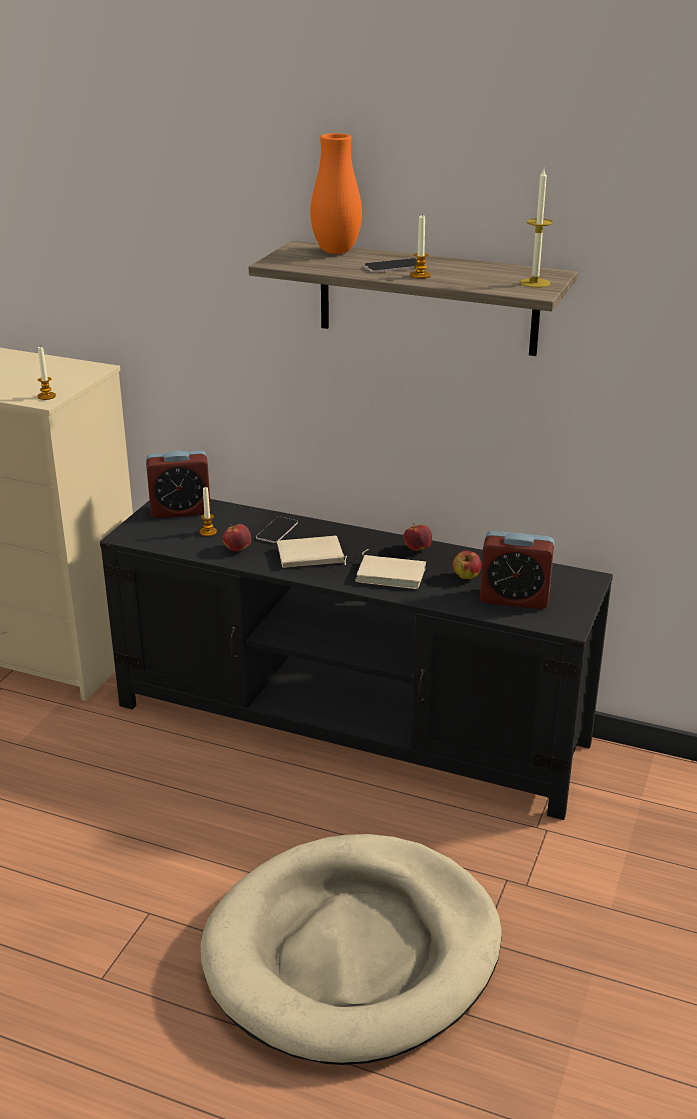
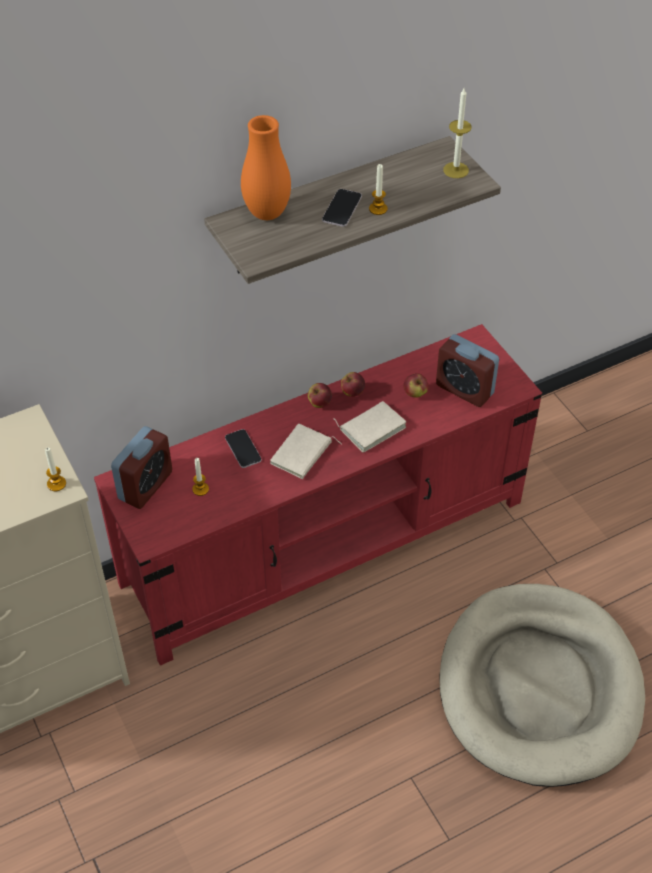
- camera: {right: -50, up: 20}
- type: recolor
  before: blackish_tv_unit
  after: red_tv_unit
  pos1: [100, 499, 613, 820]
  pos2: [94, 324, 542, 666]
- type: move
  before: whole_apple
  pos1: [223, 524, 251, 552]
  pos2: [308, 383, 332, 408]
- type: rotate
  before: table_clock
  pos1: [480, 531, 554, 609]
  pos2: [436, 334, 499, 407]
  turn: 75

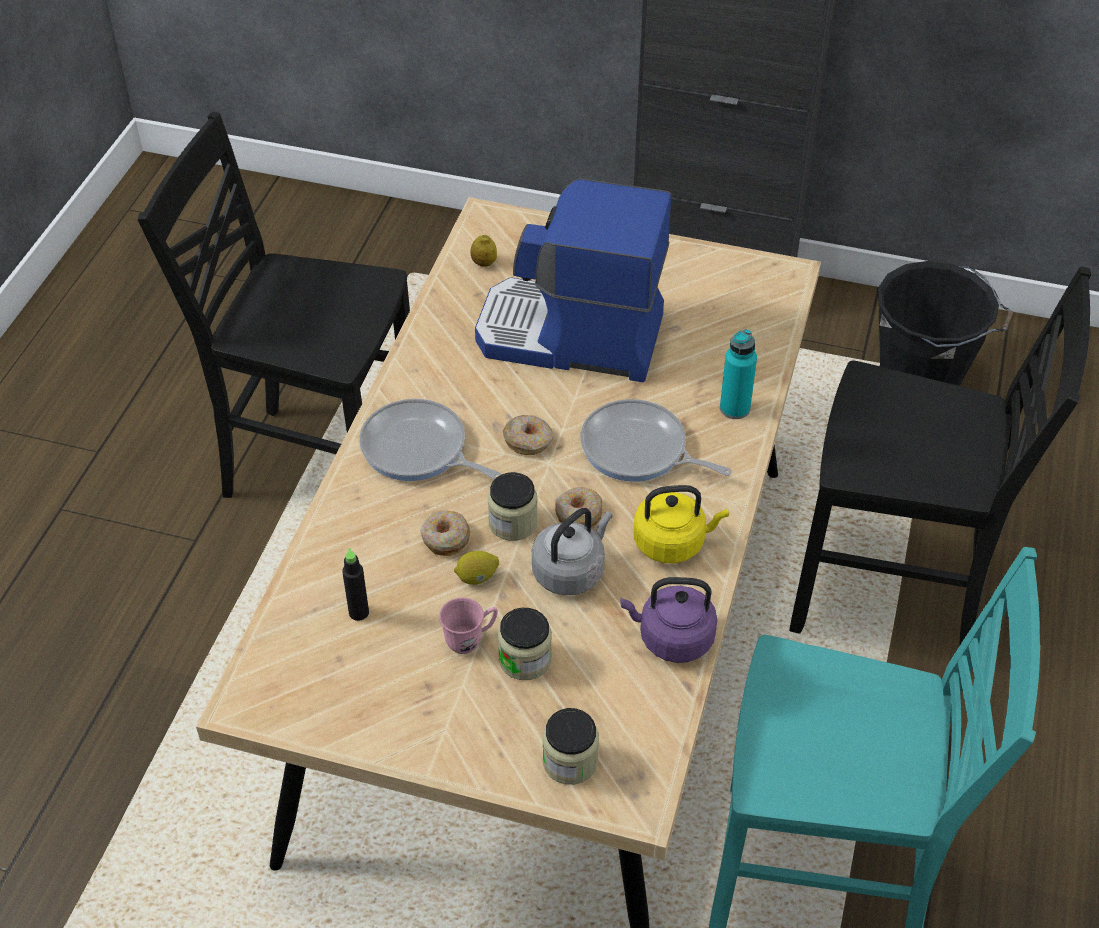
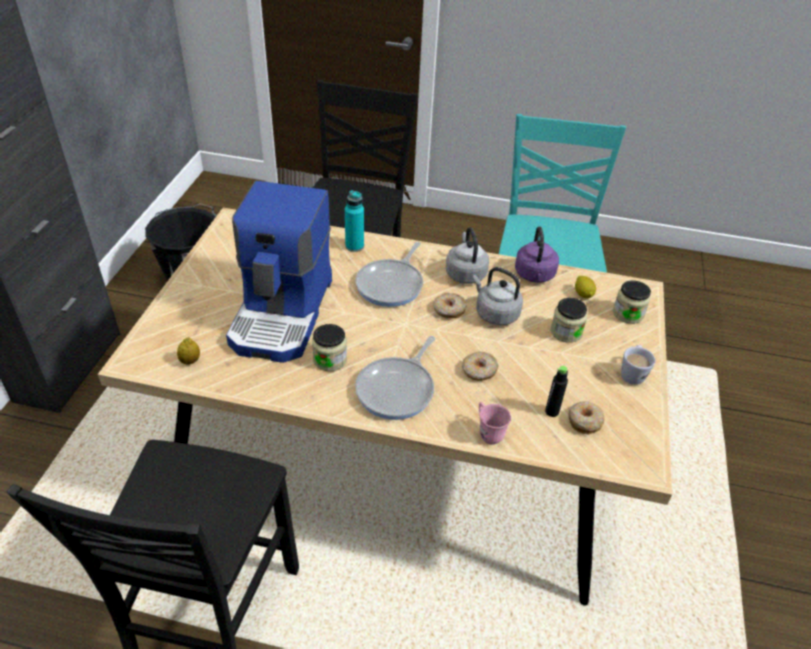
- camera: {right: -95, up: -5}
- type: move
  before: preserve_jar
  pos1: [488, 472, 538, 541]
  pos2: [312, 324, 347, 371]
- type: recolor
  before: yellow-coloured_water_kettle
  after: greyish_water_kettle
  pos1: [634, 485, 729, 563]
  pos2: [446, 227, 489, 284]
- type: move
  before: pink-coloured_coffee_mug
  pos1: [439, 598, 498, 654]
  pos2: [479, 402, 511, 445]
- type: move
  before: doughnut
  pos1: [503, 415, 553, 455]
  pos2: [569, 401, 604, 435]
- type: move
  before: lemon
  pos1: [454, 551, 499, 585]
  pos2: [575, 276, 596, 298]
- type: insert
  after: white-coloured_coffee_mug
  pos2: [621, 345, 655, 385]

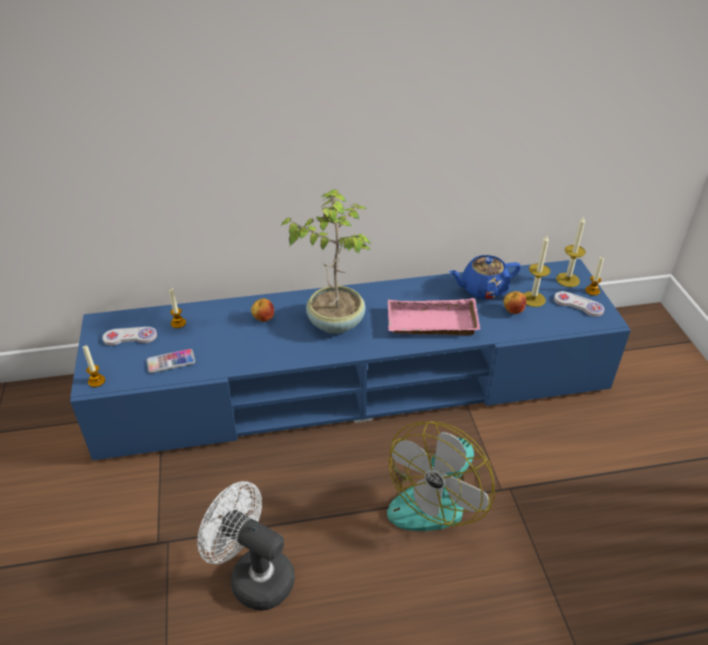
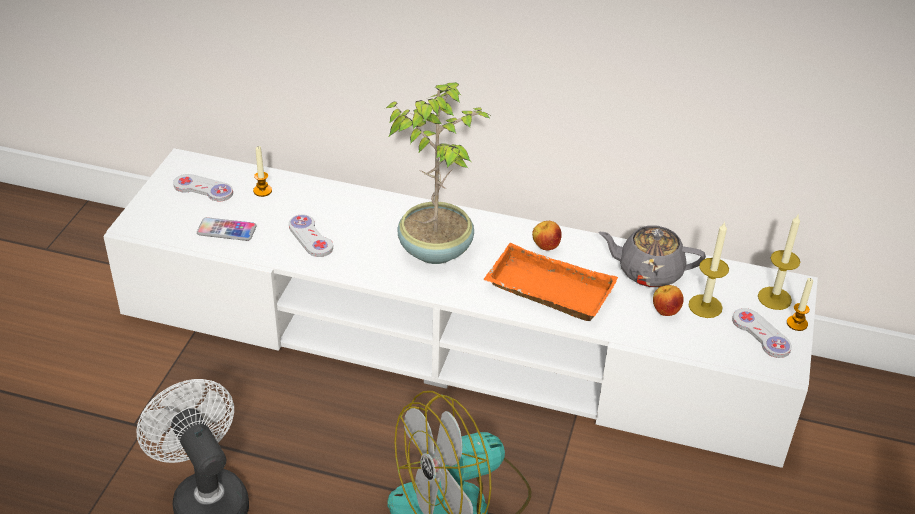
- camera: {right: 25, up: 0}
- type: recolor
  before: blue-coloured_tv_unit
  after: white-coloured_tv_unit
  pos1: [70, 259, 631, 460]
  pos2: [103, 148, 818, 468]
- type: insert
  after: white-coloured_game_controller
  pos2: [289, 215, 333, 257]
- type: recolor
  before: pink-coloured_tray
  after: orange_tray
  pos1: [387, 298, 480, 335]
  pos2: [484, 243, 618, 321]
- type: move
  before: whole_apple
  pos1: [251, 299, 274, 322]
  pos2: [532, 221, 562, 251]
- type: recolor
  before: blue-coloured_tea_pot
  after: greyish_tea_pot
  pos1: [449, 255, 521, 299]
  pos2: [598, 225, 706, 287]
- type: delete
  before: candle
  pos1: [83, 345, 105, 387]

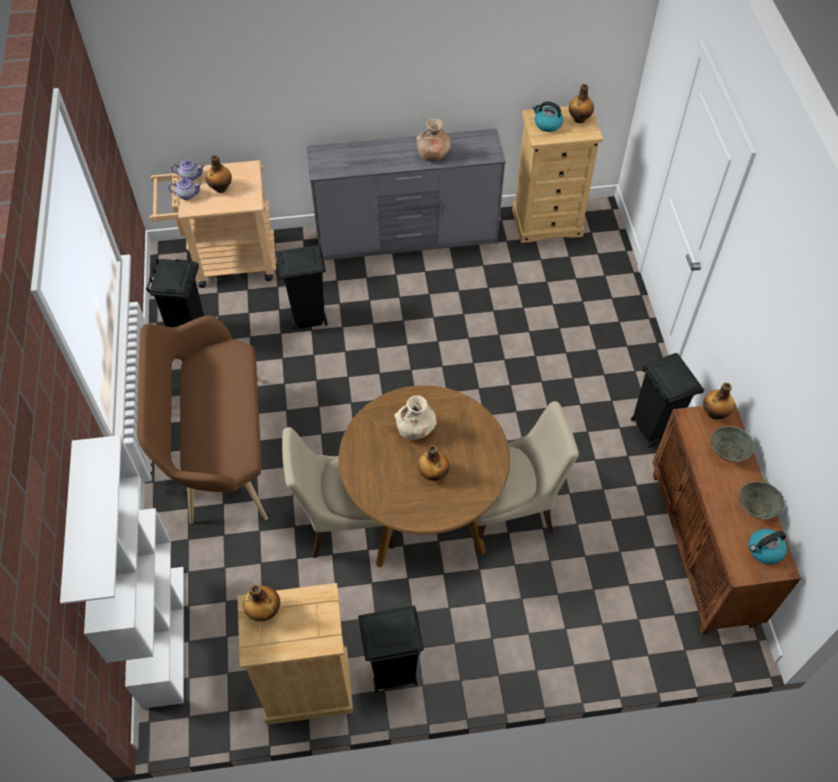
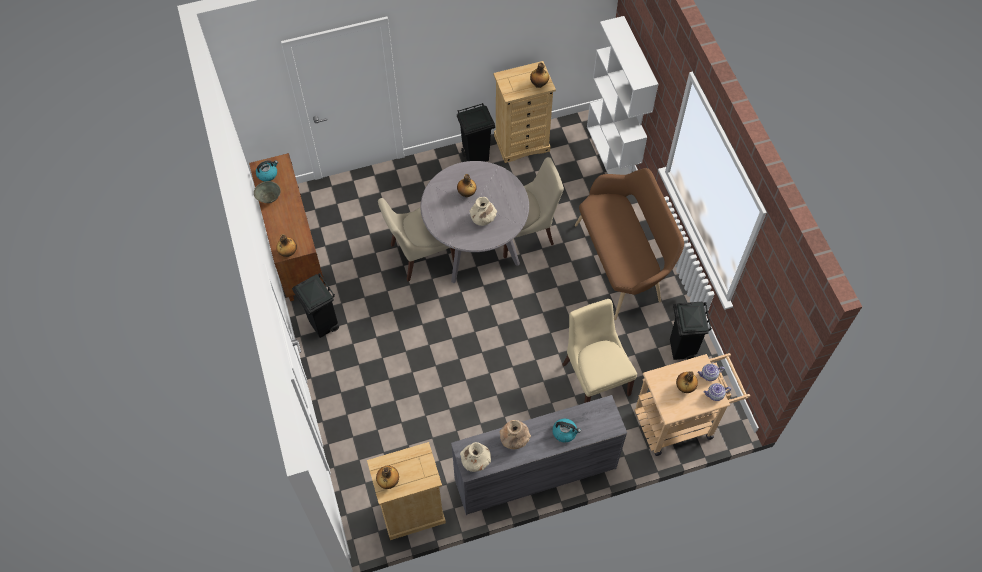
- camera: {right: 170, up: 5}
- type: recolor
  before: brown_dinner_table
  after: greyish_dinner_table
  pos1: [338, 385, 510, 568]
  pos2: [420, 161, 529, 283]
- type: insert
  after: beige_decorative_vase
  pos2: [460, 442, 491, 472]
- type: move
  before: water_kettle
  pos1: [532, 101, 563, 132]
  pos2: [552, 418, 581, 443]
- type: replace
  before: blackish_waste_bin
  after: beige_chair
  pos1: [276, 245, 328, 330]
  pos2: [562, 299, 637, 403]
- type: delete
  before: greyish_bowl
  pos1: [711, 426, 754, 462]

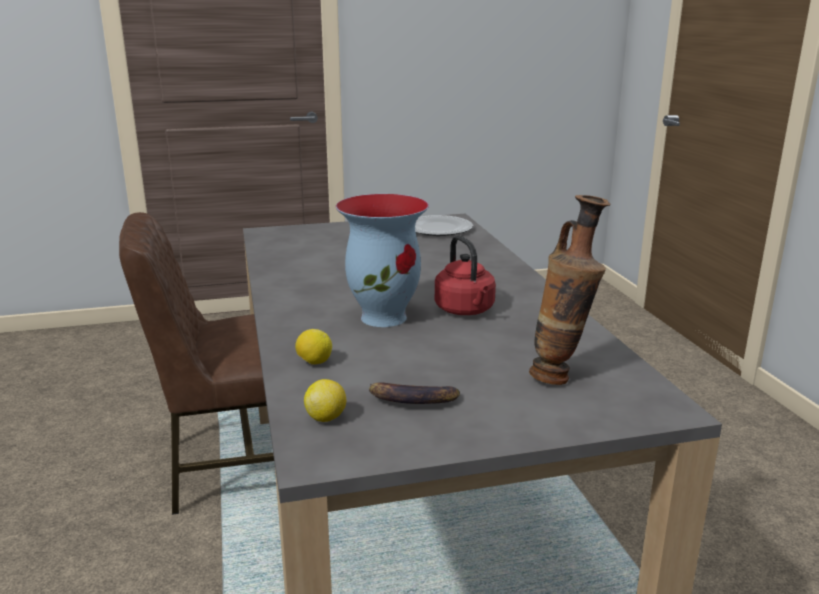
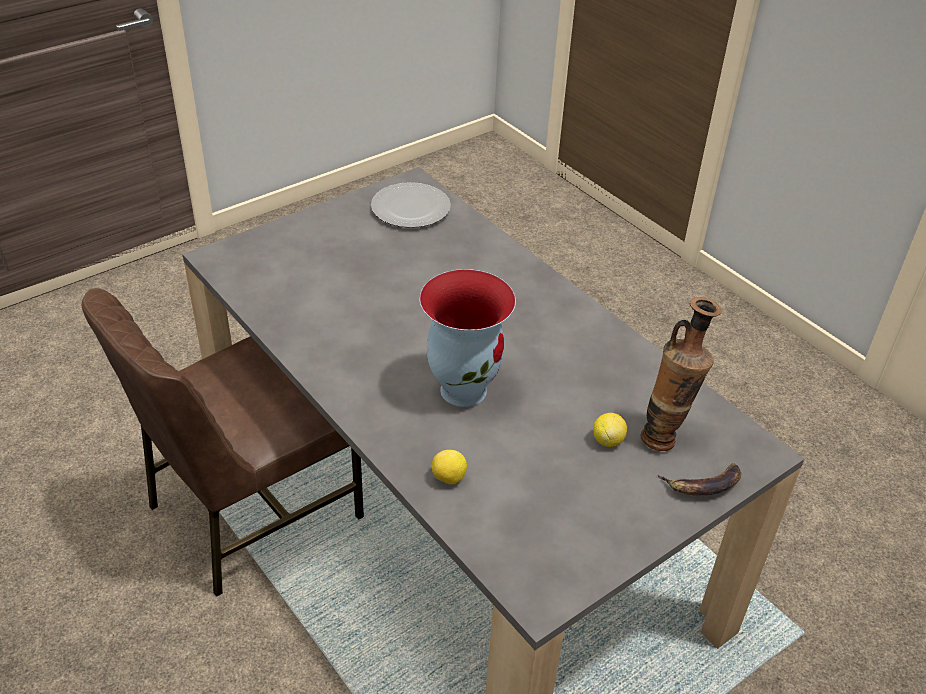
- camera: {right: -25, up: 20}
- type: move
  before: lemon
  pos1: [304, 379, 346, 422]
  pos2: [593, 413, 627, 447]
- type: move
  before: whole_banana
  pos1: [369, 382, 460, 404]
  pos2: [658, 463, 741, 495]
- type: delete
  before: red_water_kettle
  pos1: [435, 235, 496, 315]

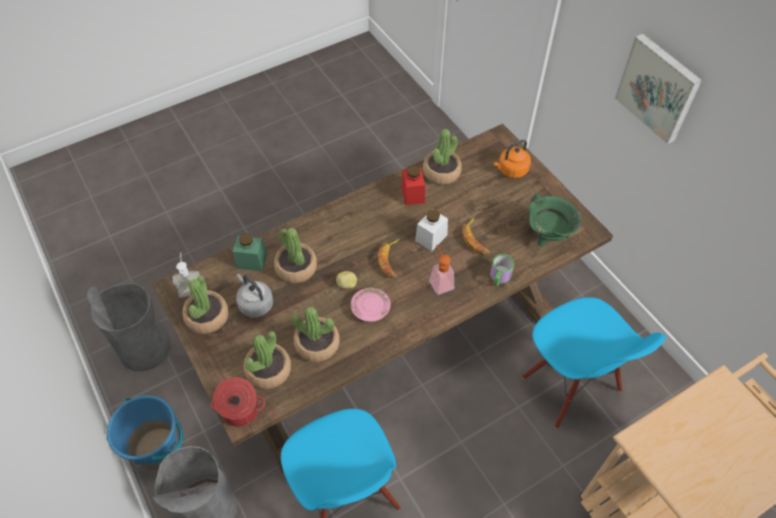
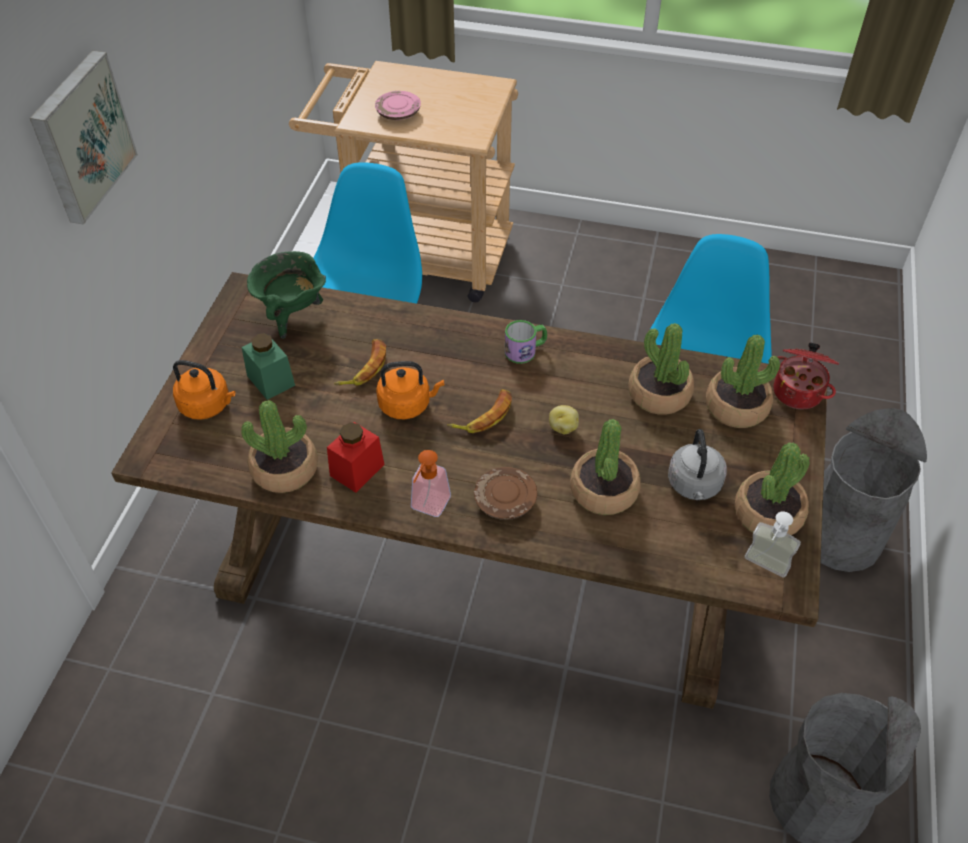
- camera: {right: -135, up: -5}
- type: move
  before: greenish_preserve_jar
  pos1: [233, 233, 267, 271]
  pos2: [242, 333, 295, 400]
- type: move
  before: pink-coloured_flat_dish
  pos1: [351, 288, 391, 322]
  pos2: [375, 91, 421, 120]
- type: replace
  before: white-coloured_preserve_jar
  after: orange_water_kettle
  pos1: [415, 209, 448, 251]
  pos2: [376, 361, 444, 419]
- type: move
  before: liquid_soap_bottle
  pos1: [430, 245, 454, 295]
  pos2: [411, 450, 451, 517]
- type: insert
  after: brown_flat_dish
  pos2: [474, 467, 537, 520]
- type: move
  before: coffee_mug
  pos1: [490, 254, 514, 286]
  pos2: [505, 320, 547, 364]
- type: delete
  before: blue-coloured_water_bucket
  pos1: [107, 395, 183, 470]

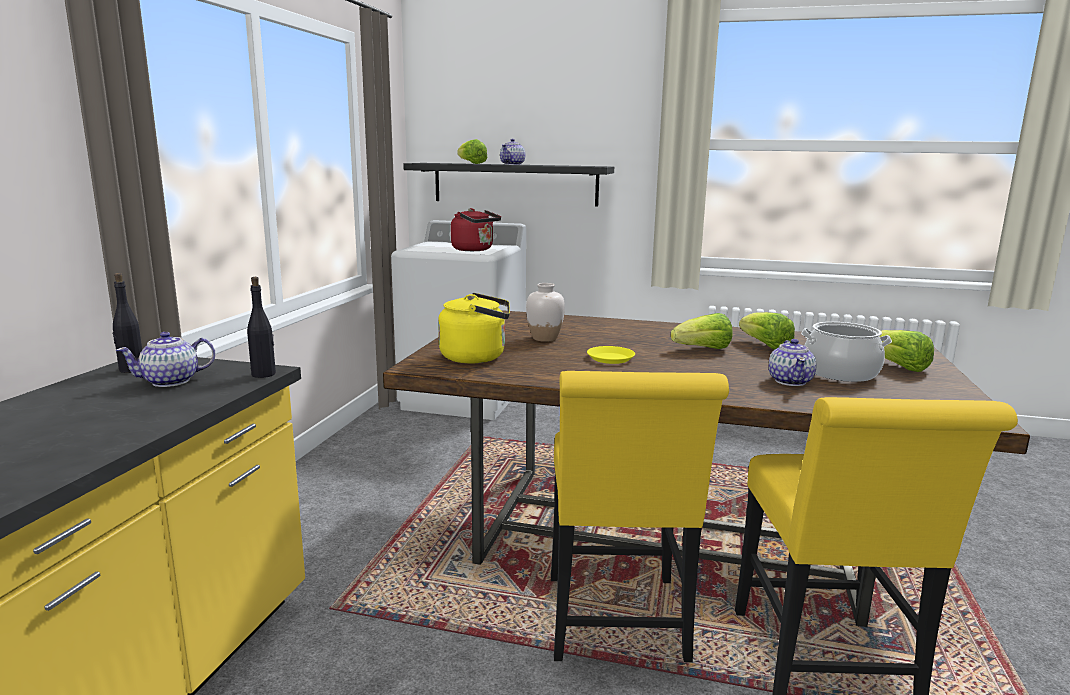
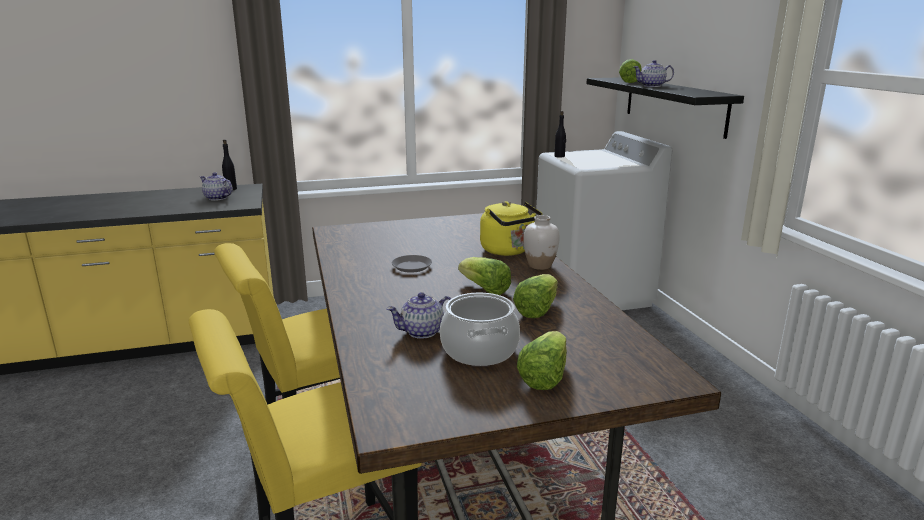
- camera: {right: 60, up: 5}
- type: recolor
  before: yellow-coloured_flat_dish
  after: greyish_flat_dish
  pos1: [587, 346, 635, 364]
  pos2: [392, 255, 432, 273]
- type: move
  before: yellow-coloured_water_kettle
  pos1: [438, 293, 510, 363]
  pos2: [480, 201, 543, 256]
- type: move
  before: white-coloured_decorative_vase
  pos1: [526, 283, 565, 342]
  pos2: [523, 215, 560, 270]
- type: move
  before: blackish_beverage_bottle
  pos1: [247, 277, 276, 378]
  pos2: [554, 111, 566, 158]
- type: delete
  before: red_water_kettle
  pos1: [451, 208, 501, 251]

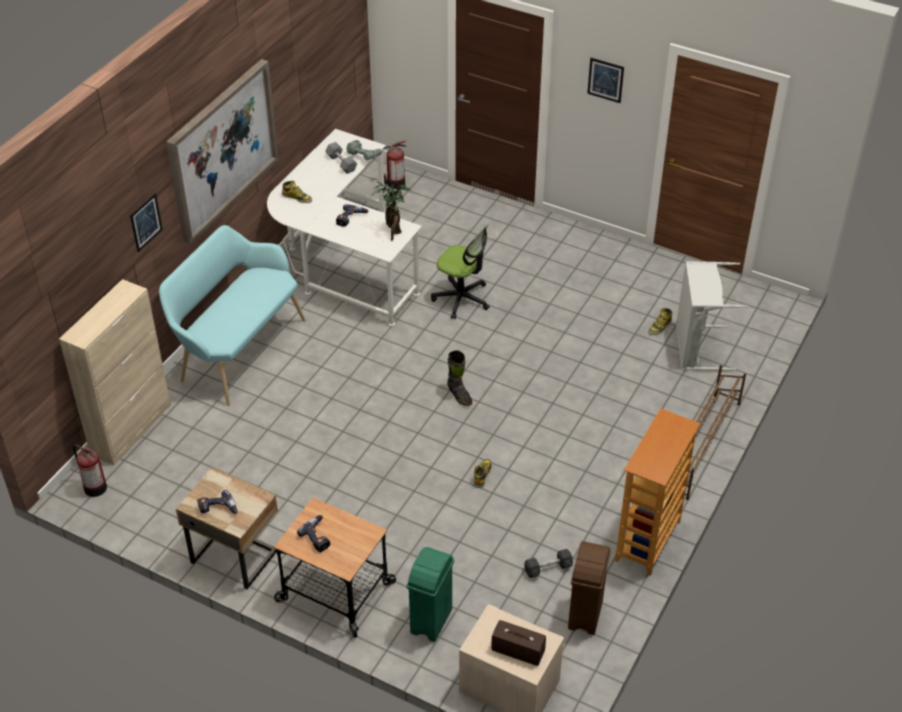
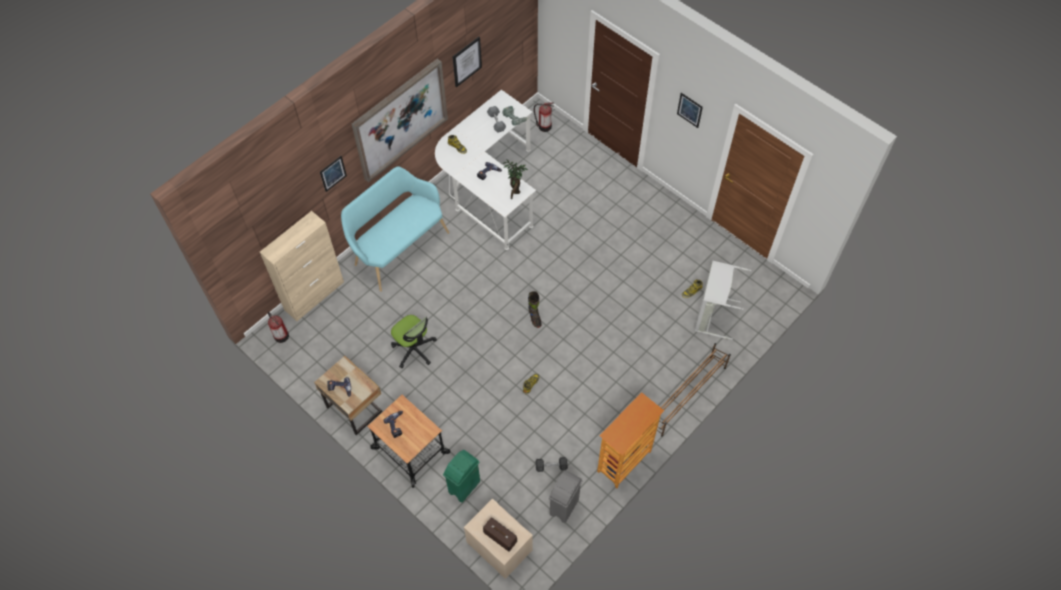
- camera: {right: 15, up: 15}
- type: move
  before: office_chair
  pos1: [431, 224, 489, 319]
  pos2: [391, 315, 437, 368]
- type: insert
  after: wall_art
  pos2: [453, 37, 482, 87]
- type: recolor
  before: brown_waste_bin
  after: greyish_waste_bin
  pos1: [568, 541, 611, 635]
  pos2: [549, 470, 583, 523]

